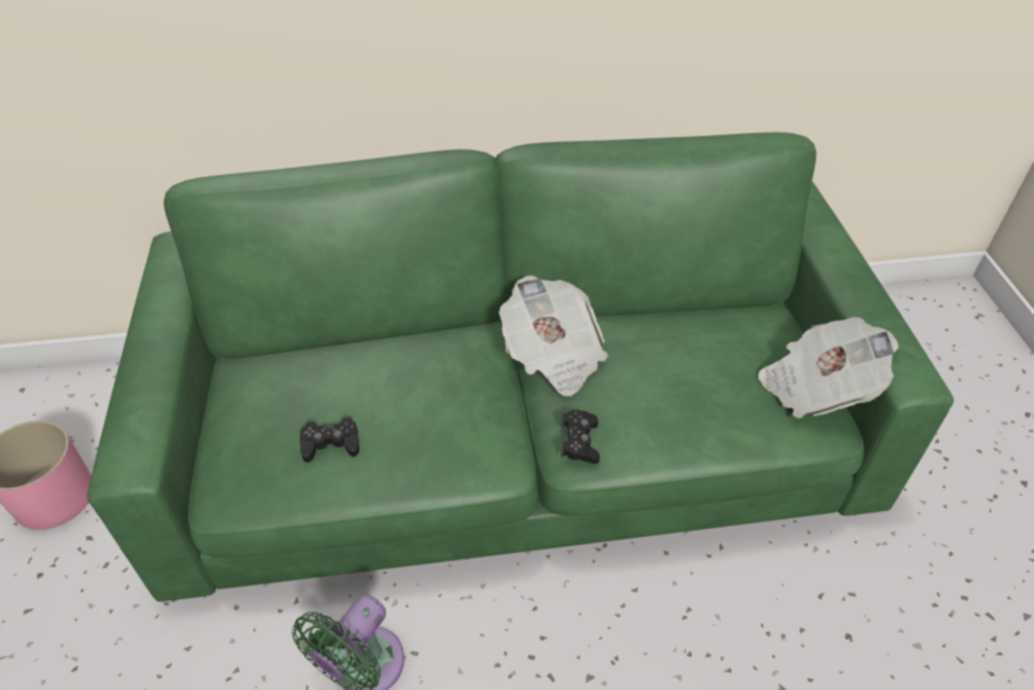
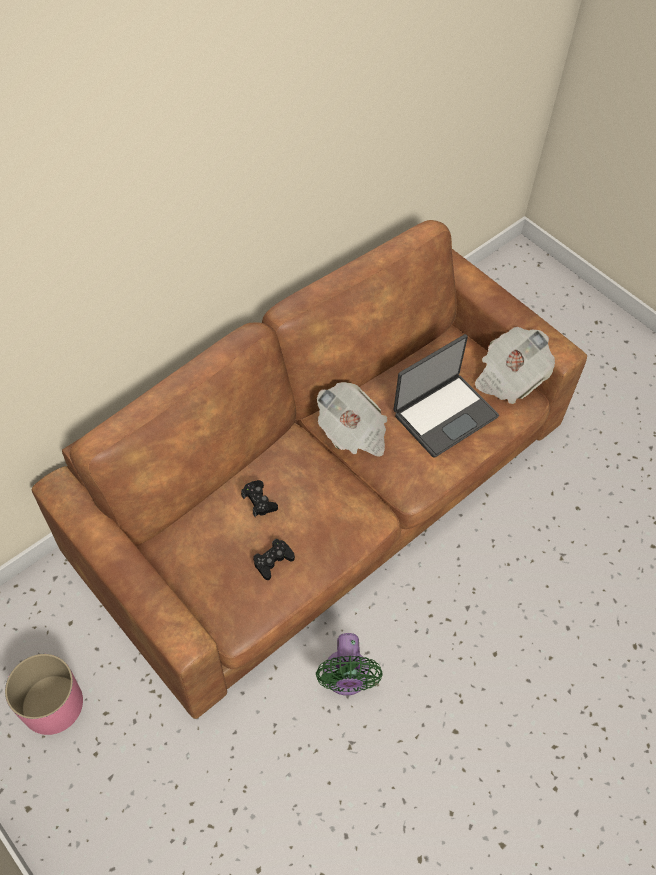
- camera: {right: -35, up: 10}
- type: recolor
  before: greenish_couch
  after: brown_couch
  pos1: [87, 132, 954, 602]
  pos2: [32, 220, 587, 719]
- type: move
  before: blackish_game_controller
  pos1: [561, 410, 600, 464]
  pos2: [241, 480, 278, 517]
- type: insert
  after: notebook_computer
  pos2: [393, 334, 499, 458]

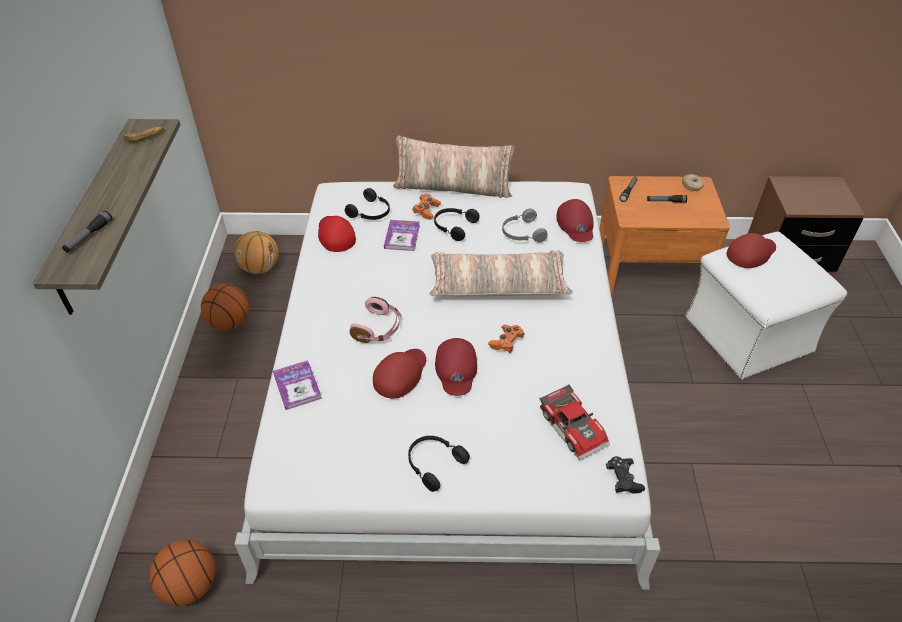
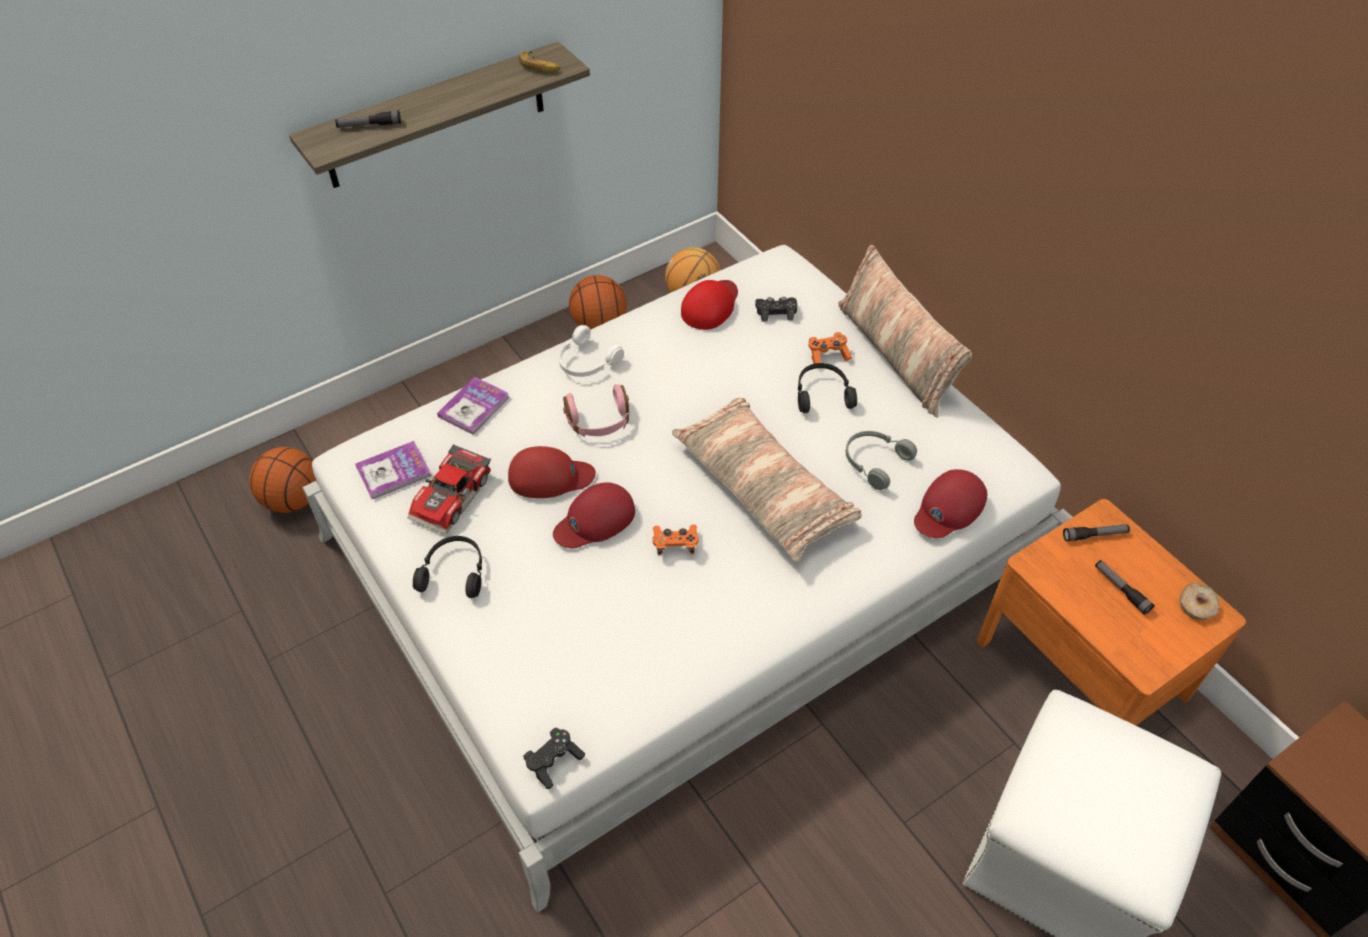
- camera: {right: 55, up: 5}
- type: move
  before: book
  pos1: [384, 220, 420, 251]
  pos2: [355, 441, 431, 499]
- type: move
  before: model_car
  pos1: [539, 384, 610, 461]
  pos2: [407, 444, 491, 535]
- type: insert
  after: white-coloured_headphones
  pos2: [559, 325, 624, 377]
- type: replace
  before: blackish_headphones
  after: blackish_game_controller
  pos1: [345, 188, 390, 220]
  pos2: [755, 297, 797, 322]
- type: delete
  before: red_cap
  pos1: [727, 233, 776, 268]

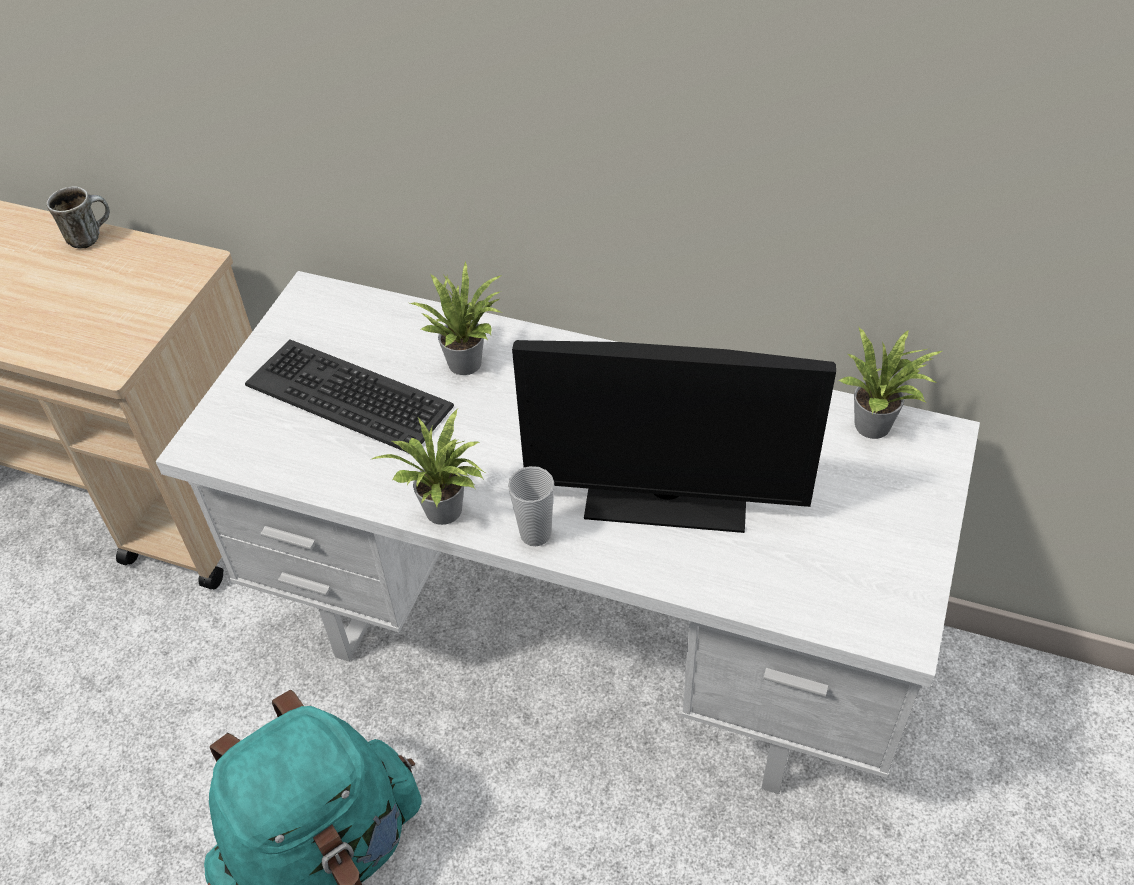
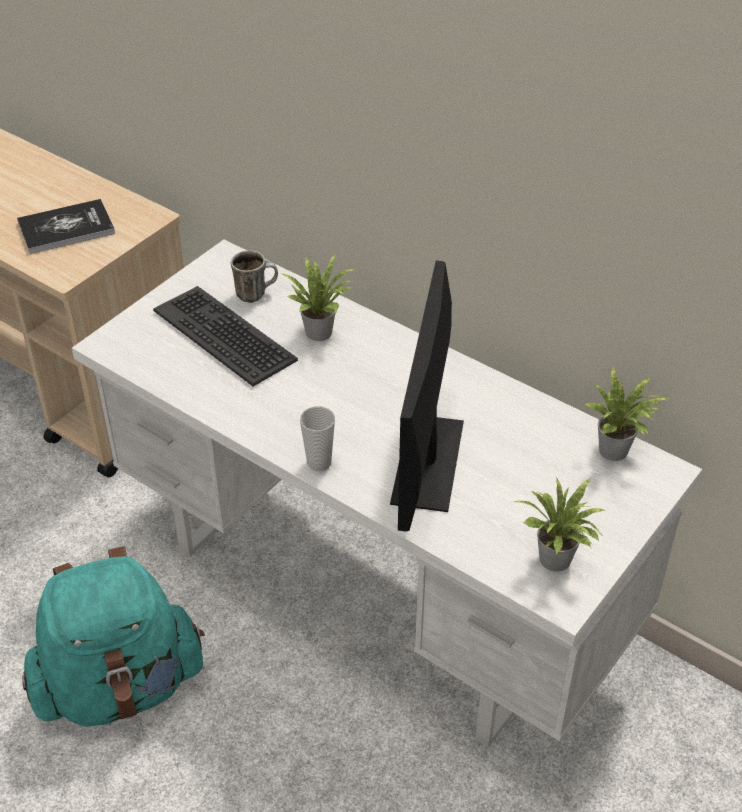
- camera: {right: 15, up: -5}
- type: insert
  after: book
  pos2: [17, 199, 115, 254]
- type: move
  before: coffee_mug
  pos1: [47, 187, 110, 248]
  pos2: [231, 250, 278, 303]
- type: rotate
  before: computer_screen
  pos1: [512, 340, 836, 533]
  pos2: [390, 261, 464, 532]
  turn: 75
- type: move
  before: plant_in_a_pot
  pos1: [372, 409, 485, 525]
  pos2: [512, 477, 604, 572]

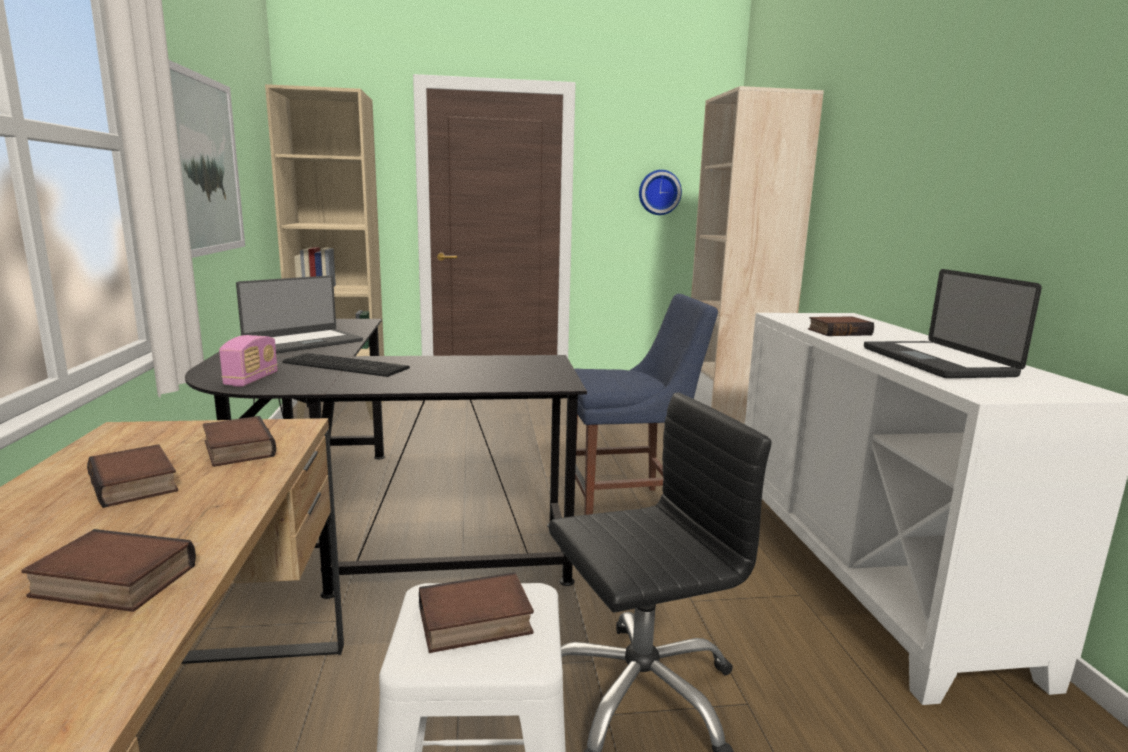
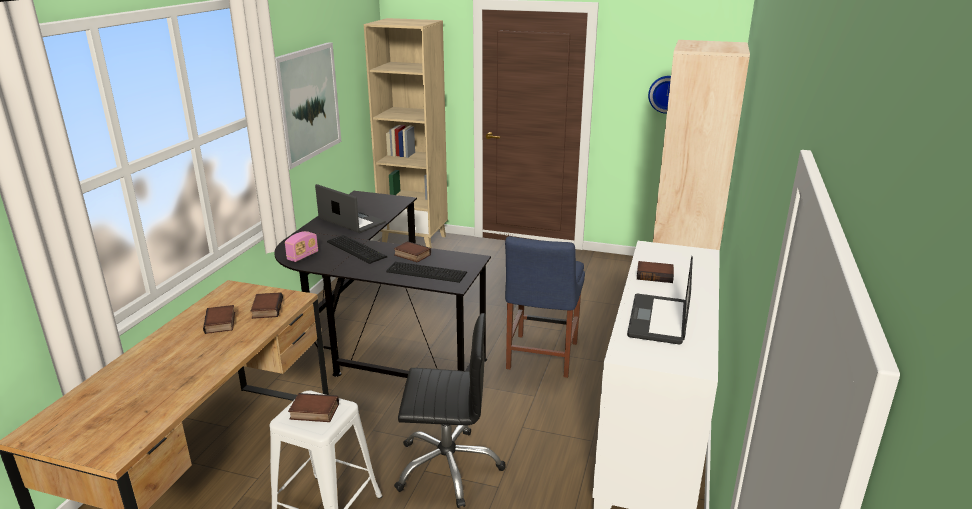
- camera: {right: 25, up: 10}
- type: rotate
  before: notebook_computer
  pos1: [236, 275, 363, 353]
  pos2: [315, 184, 386, 233]
  turn: -120
- type: insert
  after: keyboard
  pos2: [386, 262, 467, 283]
- type: move
  before: book
  pos1: [21, 529, 196, 612]
  pos2: [394, 241, 431, 263]
- type: rotate
  before: blue-coloured_chair
  pos1: [574, 294, 718, 515]
  pos2: [505, 236, 585, 378]
  turn: 90

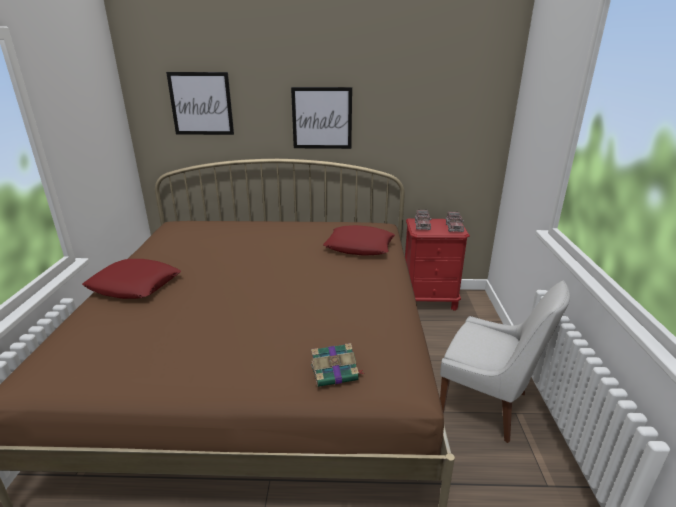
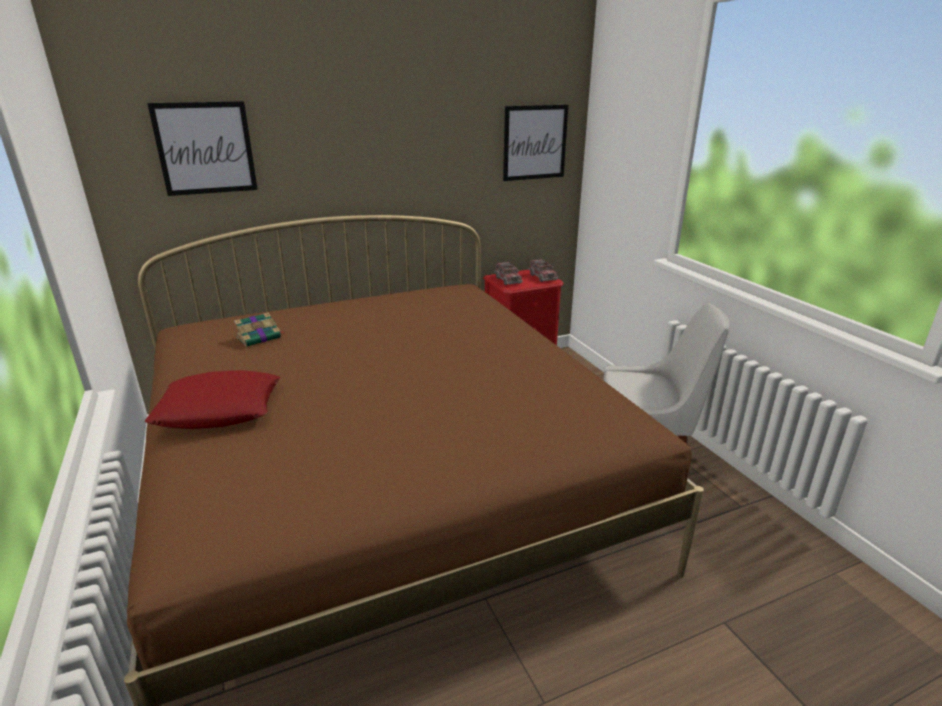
- camera: {right: -25, up: 0}
- type: move
  before: book
  pos1: [311, 343, 365, 387]
  pos2: [234, 312, 284, 347]
- type: move
  before: wall_art
  pos1: [291, 87, 352, 149]
  pos2: [503, 105, 568, 181]
- type: delete
  before: red_pillow
  pos1: [323, 225, 395, 256]

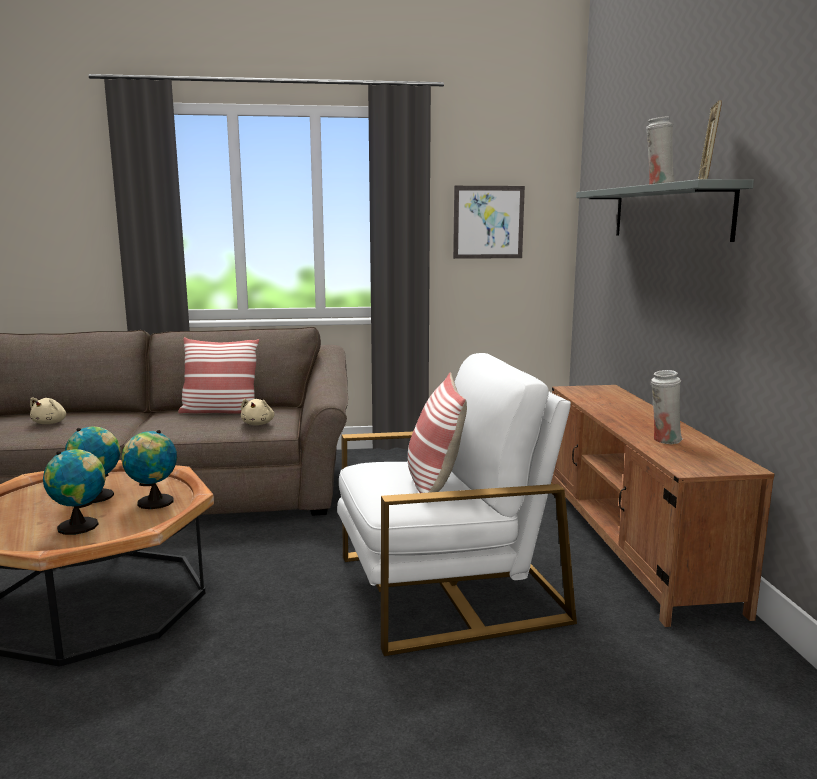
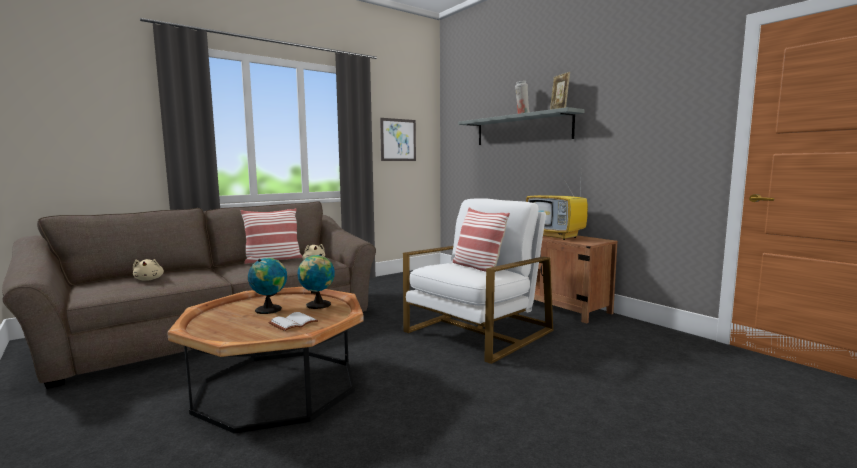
- camera: {right: -30, up: -5}
- type: replace
  before: world_globe
  after: white-coloured_book
  pos1: [43, 449, 106, 535]
  pos2: [268, 312, 318, 331]
- type: replace
  before: white-coloured_decorative_vase
  after: television
  pos1: [651, 370, 683, 444]
  pos2: [526, 181, 588, 240]

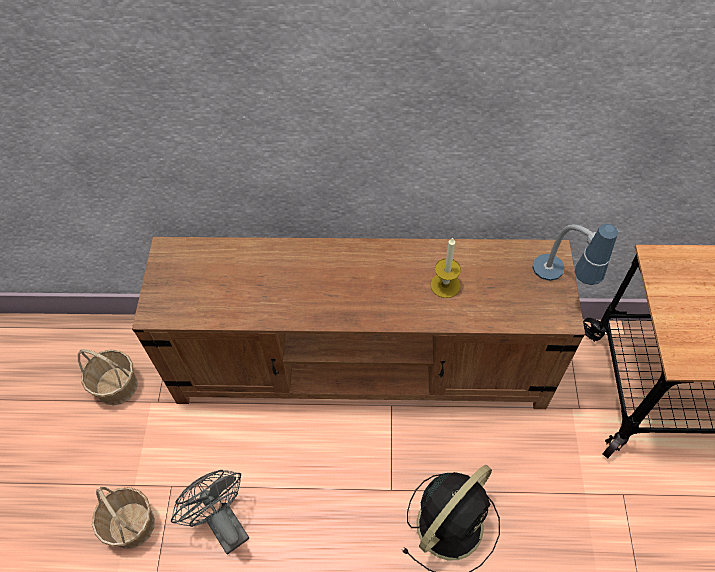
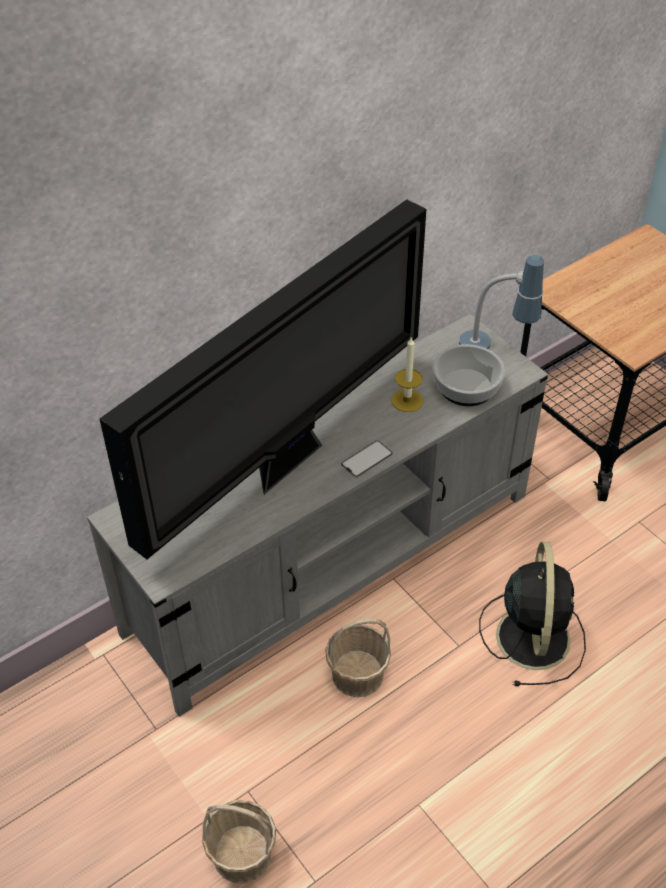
- camera: {right: -40, up: -10}
- type: recolor
  before: brown_tv_unit
  after: greyish_tv_unit
  pos1: [132, 237, 585, 409]
  pos2: [87, 314, 548, 717]
- type: insert
  after: television
  pos2: [100, 199, 426, 559]
- type: move
  before: household_basket
  pos1: [78, 349, 138, 406]
  pos2: [325, 618, 391, 697]
- type: insert
  after: telephone
  pos2: [341, 440, 393, 478]
- type: insert
  after: bowl
  pos2: [433, 344, 505, 406]
- type: delete
  before: greyish_cooling_fan
  pos1: [171, 470, 249, 555]

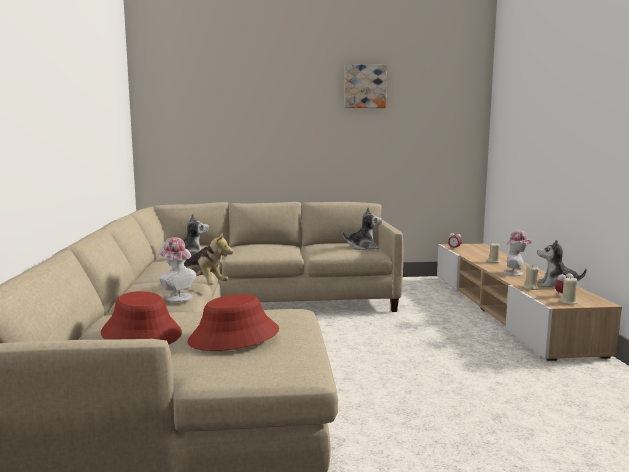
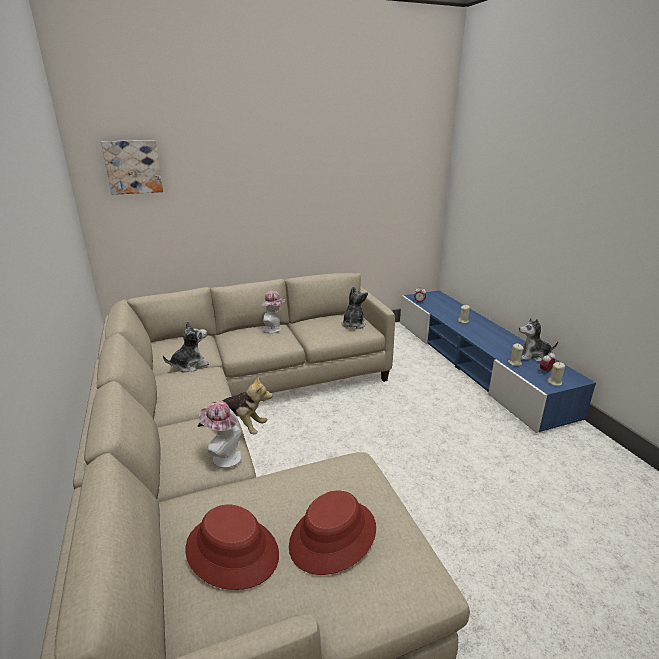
- camera: {right: -15, up: 15}
- type: move
  before: wall_art
  pos1: [344, 64, 387, 108]
  pos2: [101, 140, 163, 195]
- type: move
  before: hat
  pos1: [503, 231, 533, 276]
  pos2: [262, 291, 285, 333]
- type: rotate
  before: cuddly_toy
  pos1: [343, 208, 382, 250]
  pos2: [341, 286, 368, 329]
  turn: -60
- type: recolor
  before: beige_tv_unit
  after: blue-coloured_tv_unit
  pos1: [437, 244, 622, 361]
  pos2: [400, 290, 596, 433]

